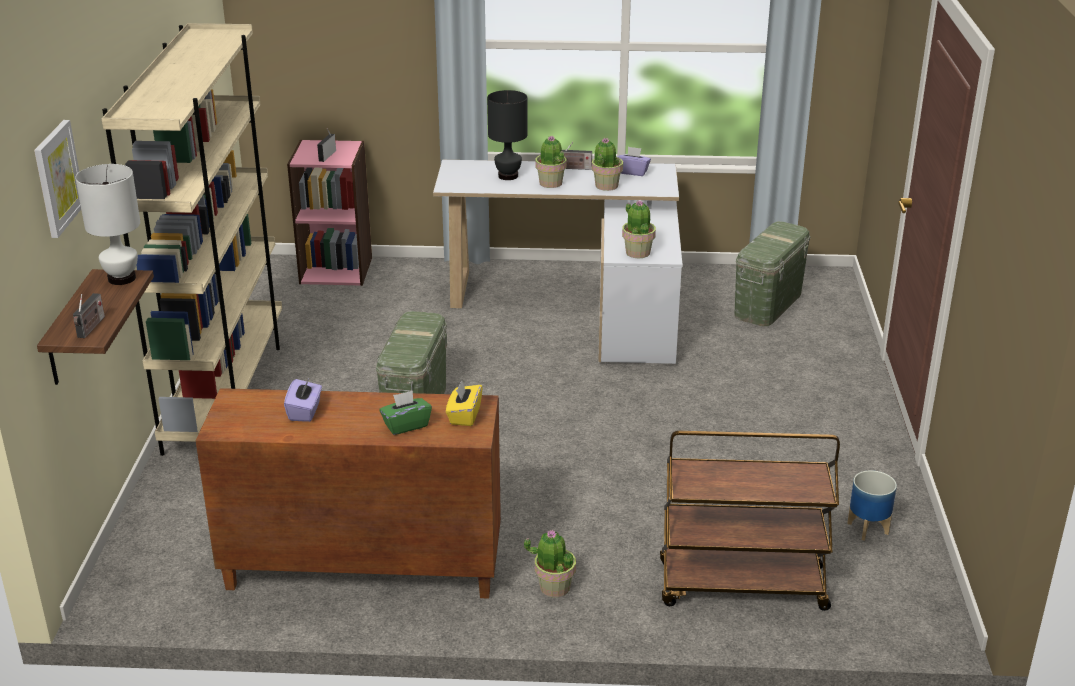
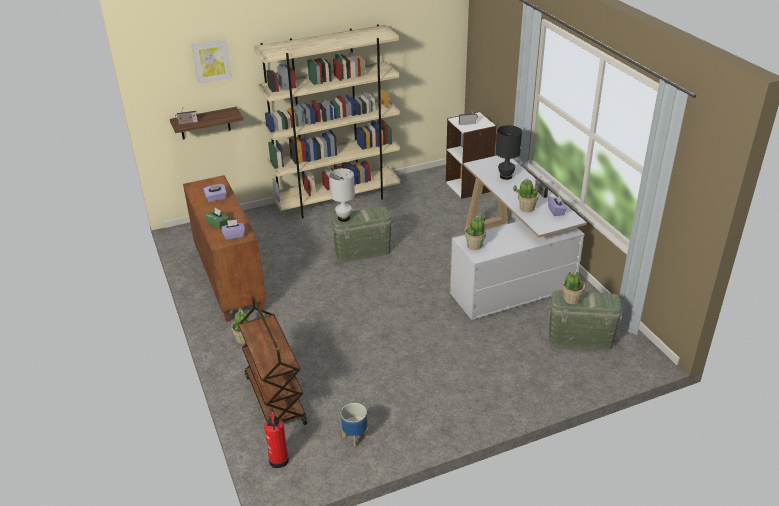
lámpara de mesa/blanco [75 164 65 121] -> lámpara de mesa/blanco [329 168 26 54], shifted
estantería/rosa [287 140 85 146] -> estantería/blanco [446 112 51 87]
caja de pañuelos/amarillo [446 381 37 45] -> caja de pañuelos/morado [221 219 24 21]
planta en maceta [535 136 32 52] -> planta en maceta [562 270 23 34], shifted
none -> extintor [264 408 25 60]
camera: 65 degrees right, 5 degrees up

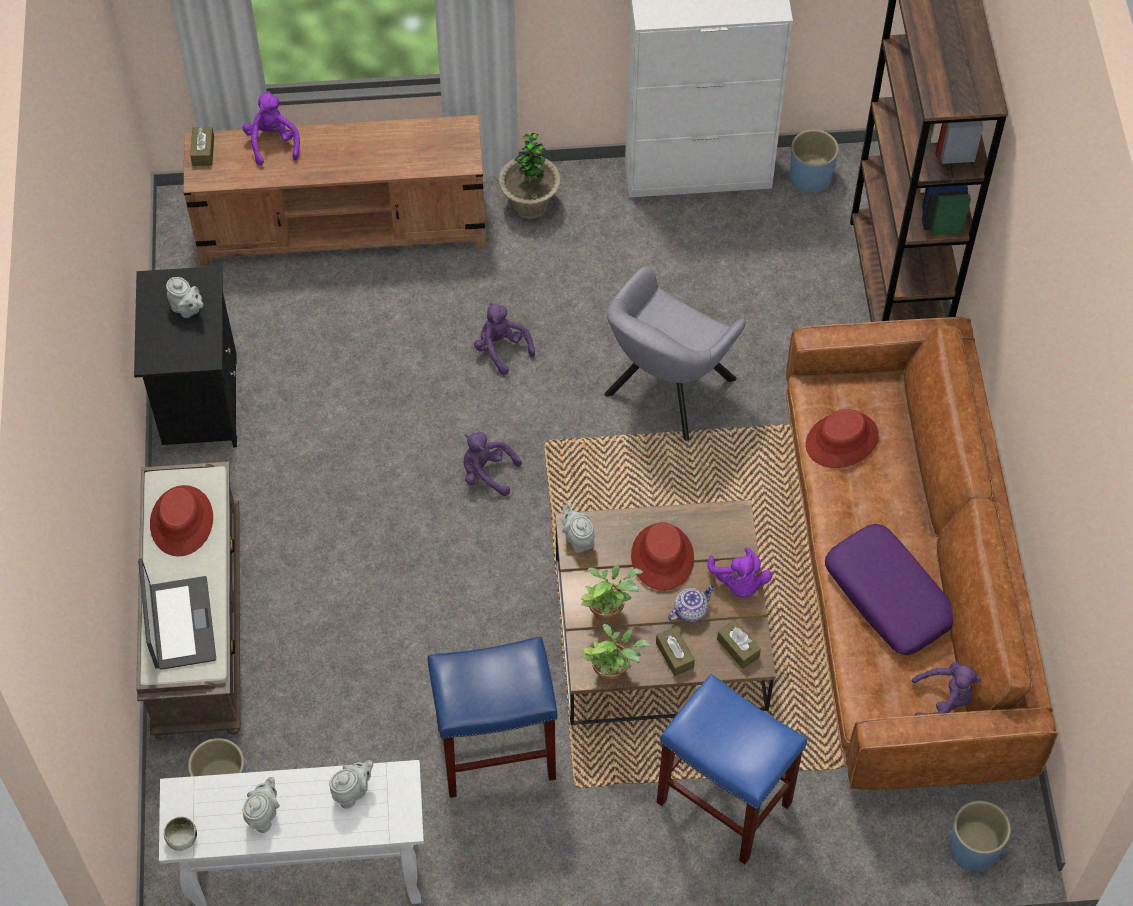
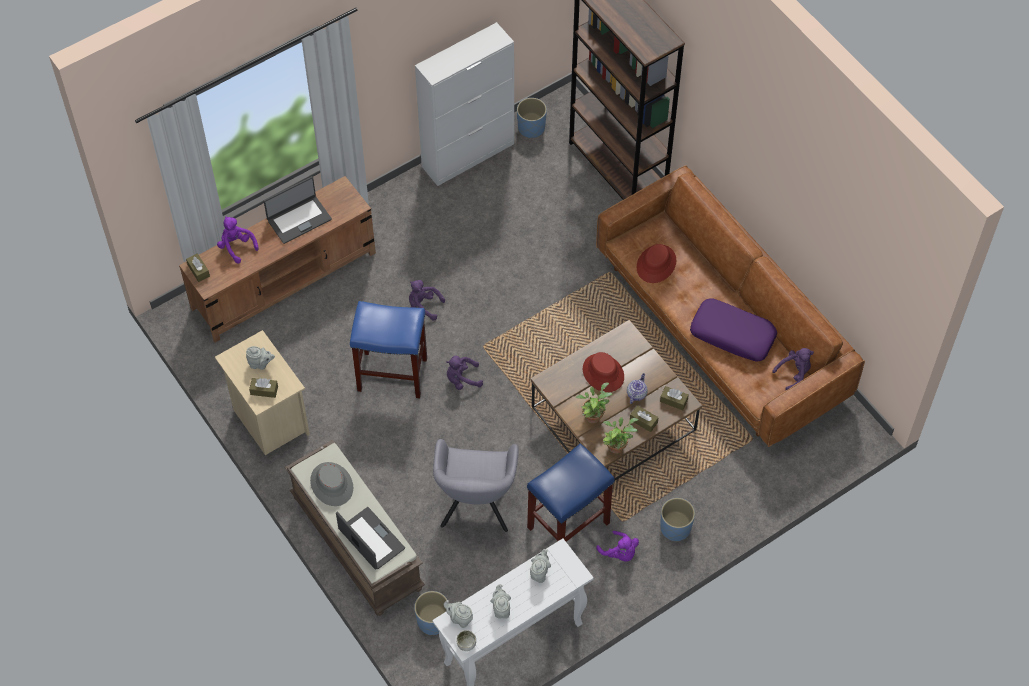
mesita de noche/negro [134 266 103 182] -> mesita de noche/beis [215 330 95 125]
sombrero/rojo [150 485 63 71] -> sombrero/gris [310 462 43 44]
planta en maceta [498 133 63 86] -> none
tetera/gris [562 503 33 50] -> tetera/gris [444 600 29 28], shifted
sillón/gris [604 267 142 174] -> sillón/gris [433 439 86 93], shifted
taburete/azul [657 674 150 190] -> taburete/azul [350 301 77 97], shifted
peluche/morado [707 547 65 51] -> peluche/morado [596 531 43 31], shifted
maceta/azul [949 801 62 70] -> maceta/azul [660 498 35 44], shifted
none -> caja de pañuelos/marrón [249 378 29 20]
none -> portátil [264 176 68 68]
camera: 30 degrees left, 0 degrees up

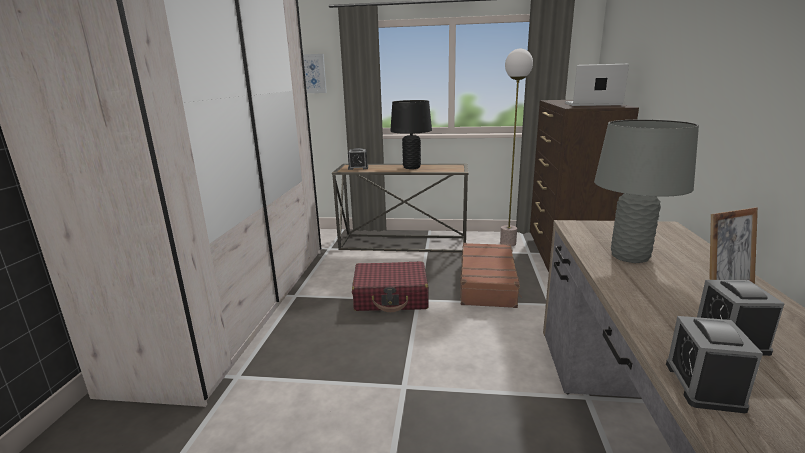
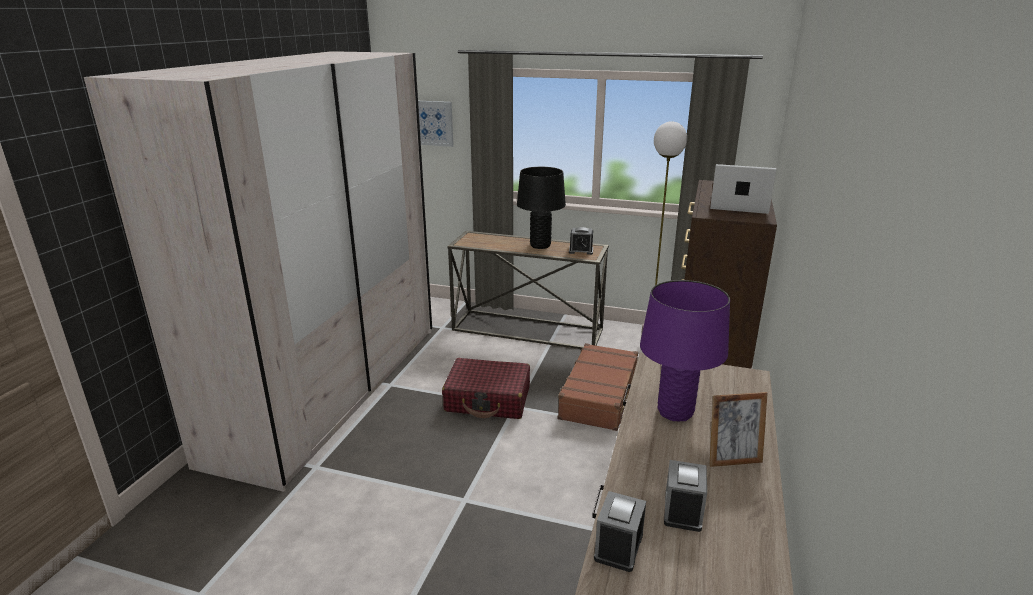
despertador [348 148 20 22] -> despertador [569 227 24 28], shifted
lámpara de mesa/gris [594 120 105 143] -> lámpara de mesa/morado [640 280 90 141]
camera: 10 degrees right, 5 degrees up

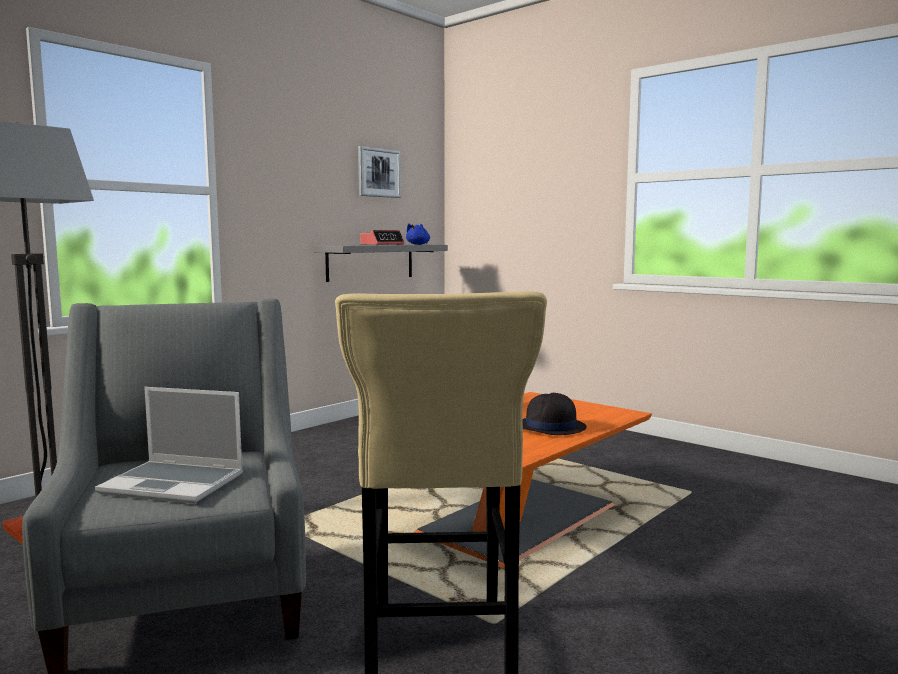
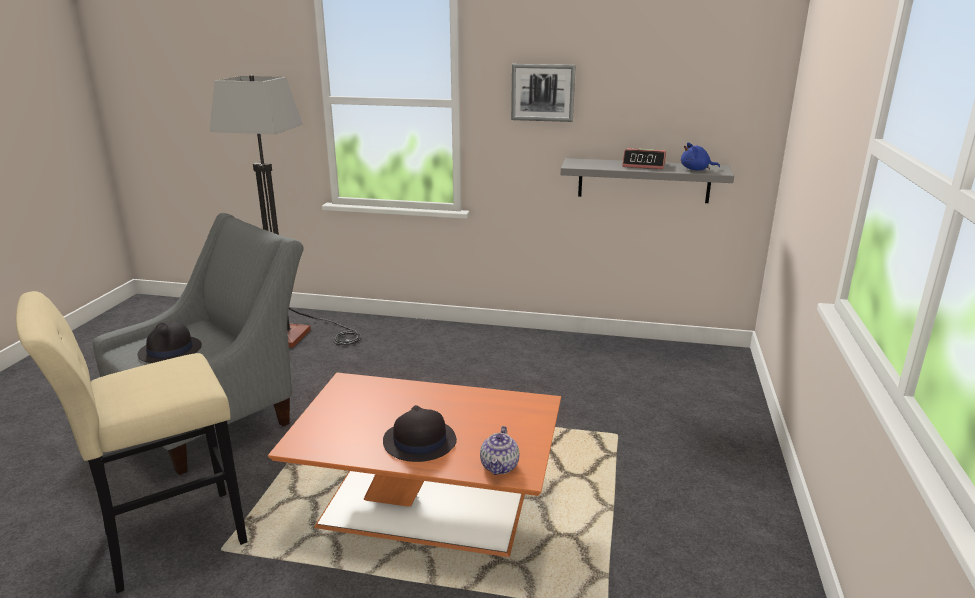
portátil [95 387 148 117] -> sombrero/negro [137 321 65 42]
cuadro [358 146 43 52] -> cuadro [511 64 65 58], shifted
none -> tetera [480 426 39 49]
camera: 60 degrees right, 15 degrees up

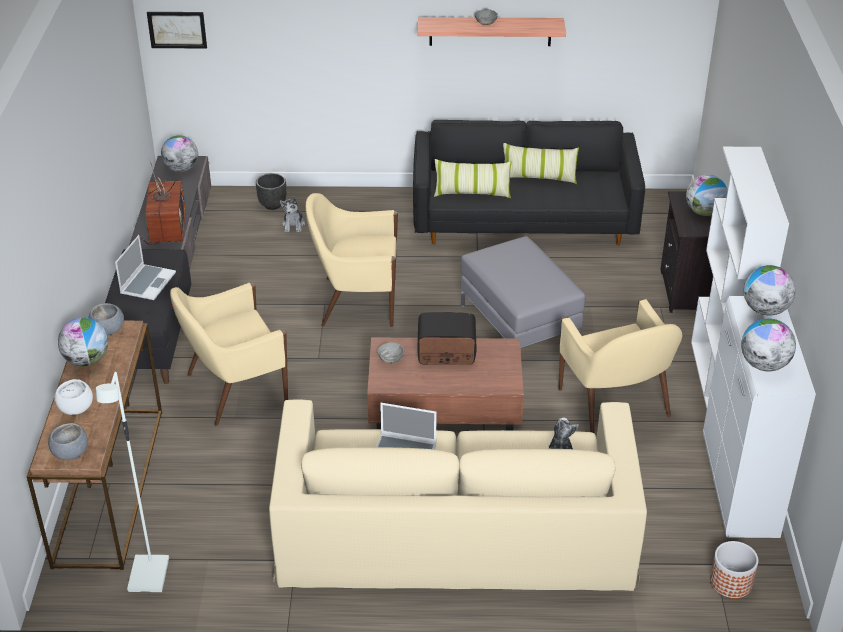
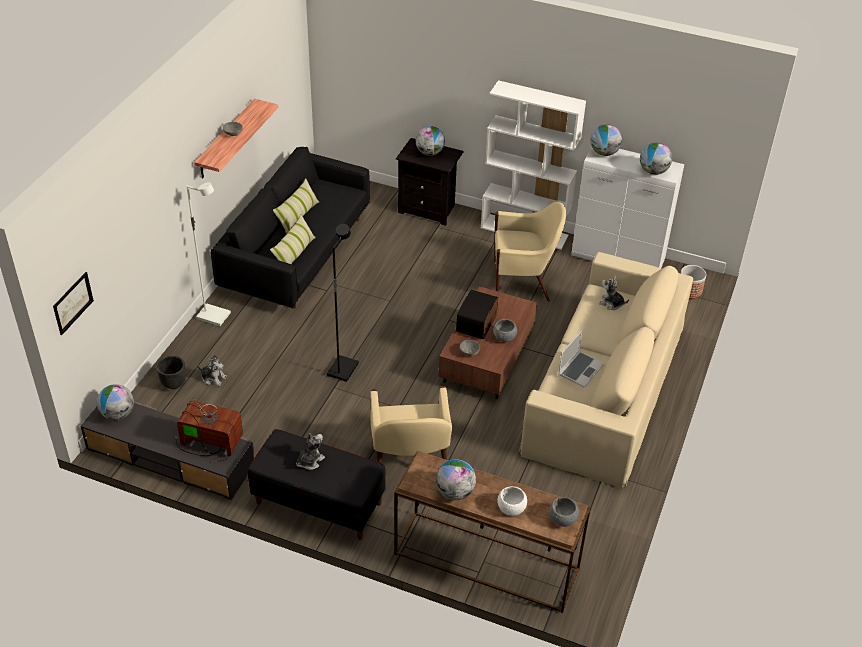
cuenco/gris [88 303 36 33] -> cuenco/gris [493 319 24 23], shifted
lámpara de pie/blanco [96 372 73 220] -> lámpara de pie/blanco [186 182 45 144], shifted
portátil [115 235 61 65] -> peluche [296 433 29 37]
sillón/beis [305 193 93 134] -> lámpara de pie/negro [327 224 32 158]
puf/gris [461 236 125 112] -> none
camera: 70 degrees left, 5 degrees up

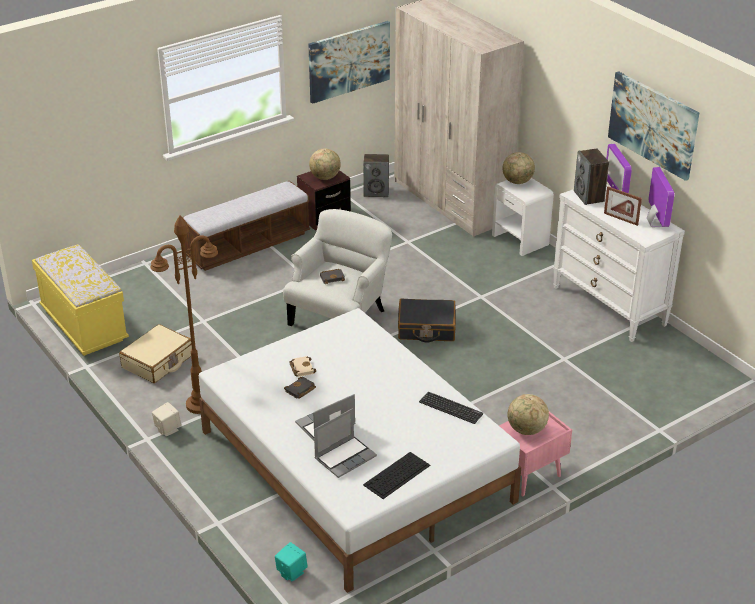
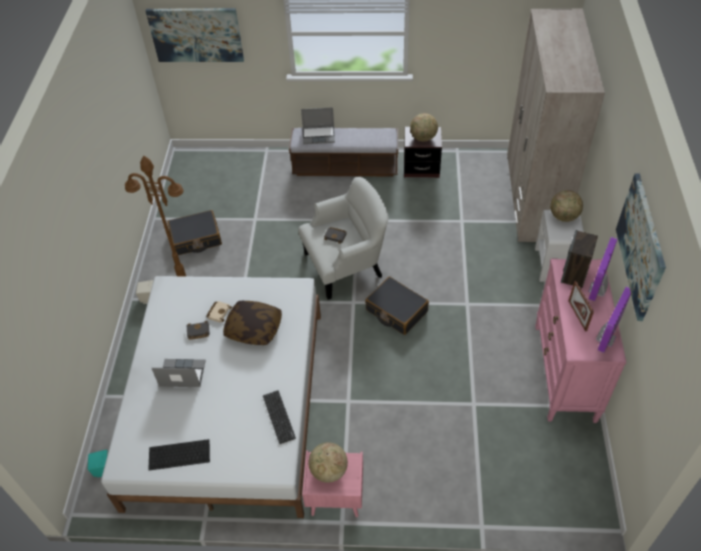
banco/amarillo [32 245 97 111] -> none
maleta/beis [119 324 73 59] -> maleta/negro [167 210 55 45]
cuadro [308 21 82 83] -> cuadro [145 8 99 54], shifted
portátil [314 408 63 70] -> portátil [301 107 34 37], shifted
altavoz [363 154 26 43] -> none
cómoda/blanco [553 185 132 157] -> cómoda/rosa [535 259 91 164]
none -> cojín [223 301 59 44]
camera: 40 degrees right, 15 degrees up

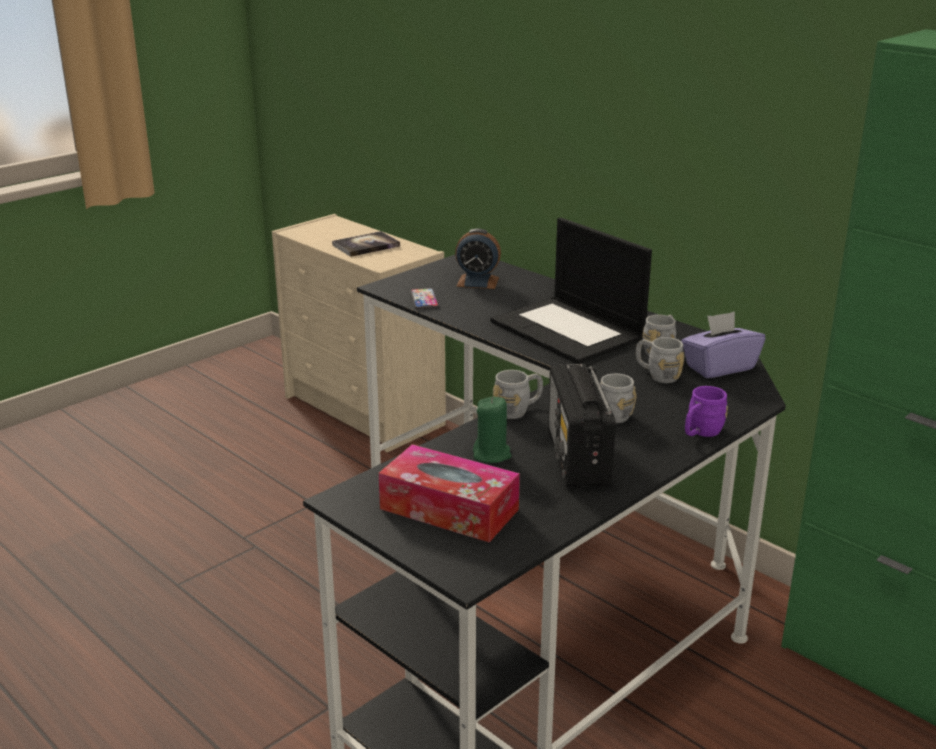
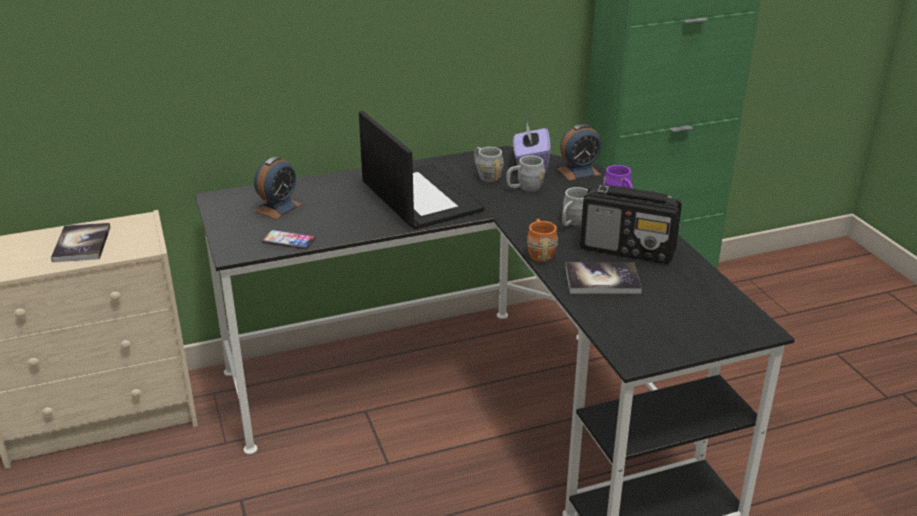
caja de pañuelos [379 444 141 98] -> none
vela/verde [473 397 39 66] -> libro [565 262 77 32]
portátil [491 218 161 146] -> portátil [359 111 126 118], 105 degrees counterclockwise
taza grande/gris [493 370 50 49] -> taza grande/naranja [527 219 31 43]
none -> despertador [557 124 44 57]
camera: 65 degrees left, 5 degrees up

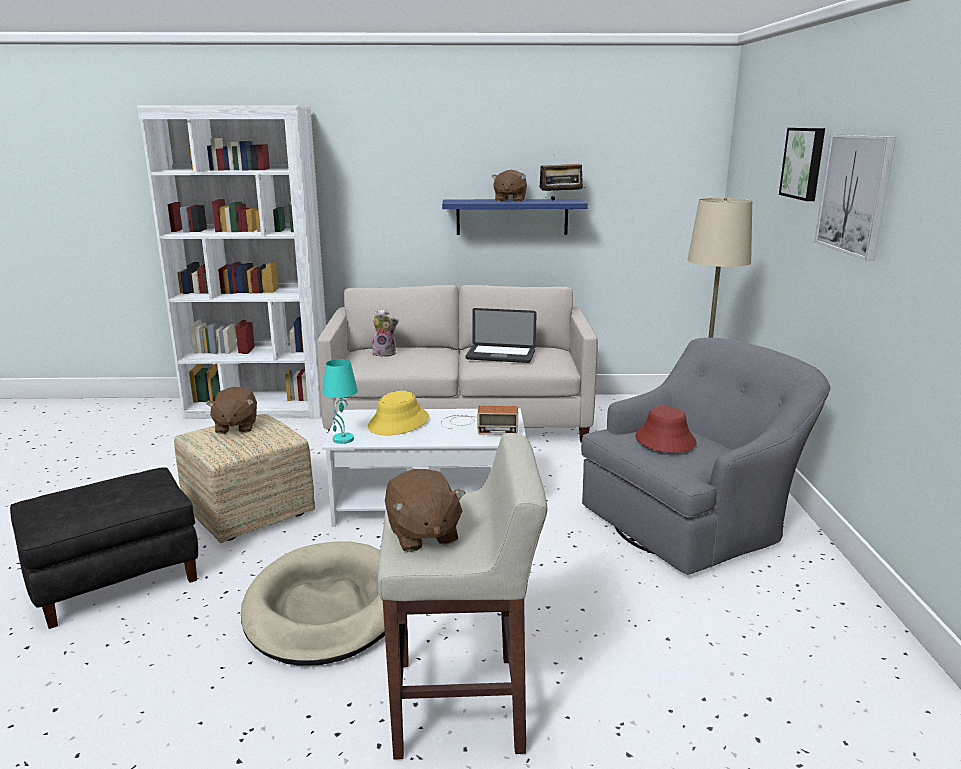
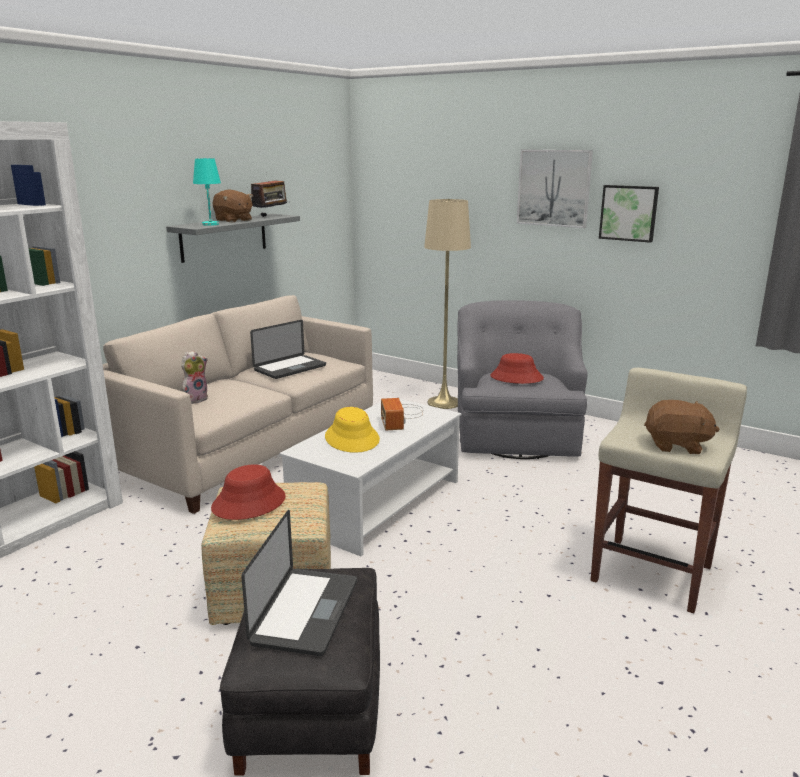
peluche/marrón [207 387 50 47] -> sombrero/rojo [211 464 75 56]
cama para perro/beis [241 541 144 125] -> none
lámpara de mesa/turquesa [322 359 36 85] -> lámpara de mesa/turquesa [193 158 28 68], shifted
radio [441 405 77 30] -> radio [381 398 43 33], 135 degrees clockwise
estante/azul [442 199 146 36] -> estante/gris [166 214 134 49]
cuadro [779 128 46 73] -> cuadro [599 185 60 58], shifted
none -> portátil [241 510 116 146]
camera: 55 degrees left, 0 degrees up

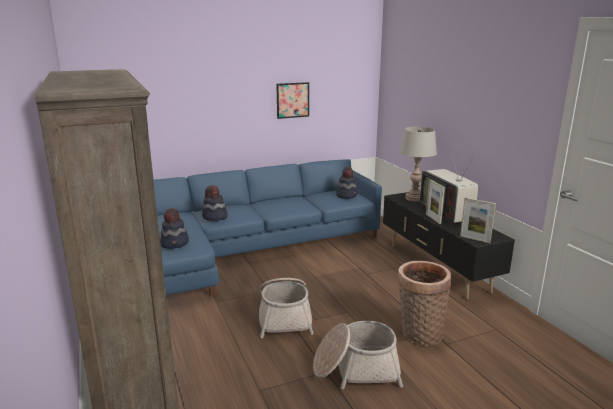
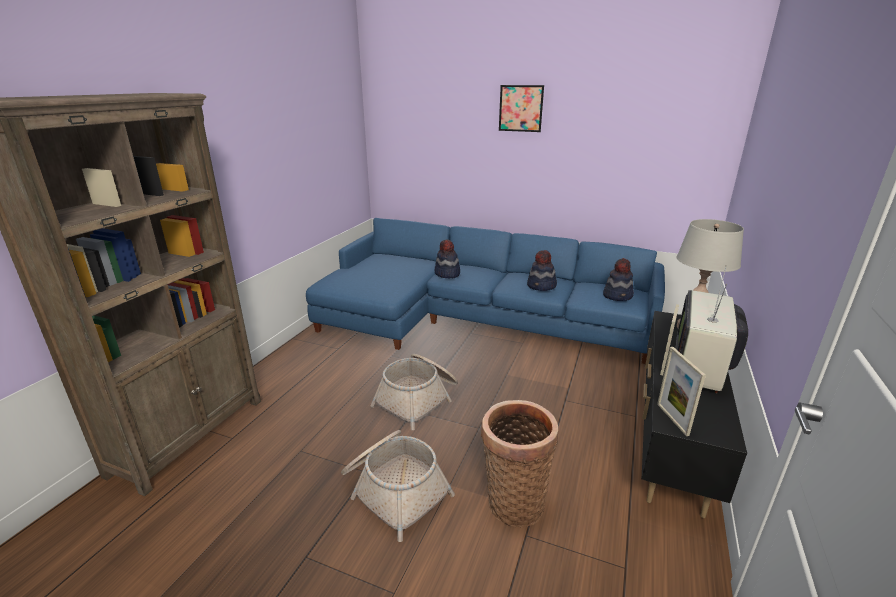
sombrero [160 208 29 41] -> sombrero [527 250 30 41], shifted
cuadro [276 82 33 37] -> cuadro [499 85 45 47], shifted
camera: 45 degrees right, 5 degrees up

